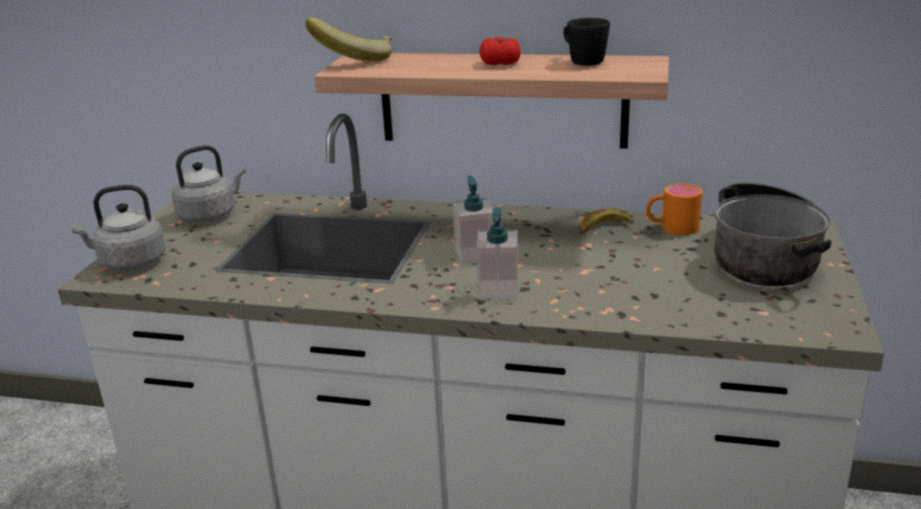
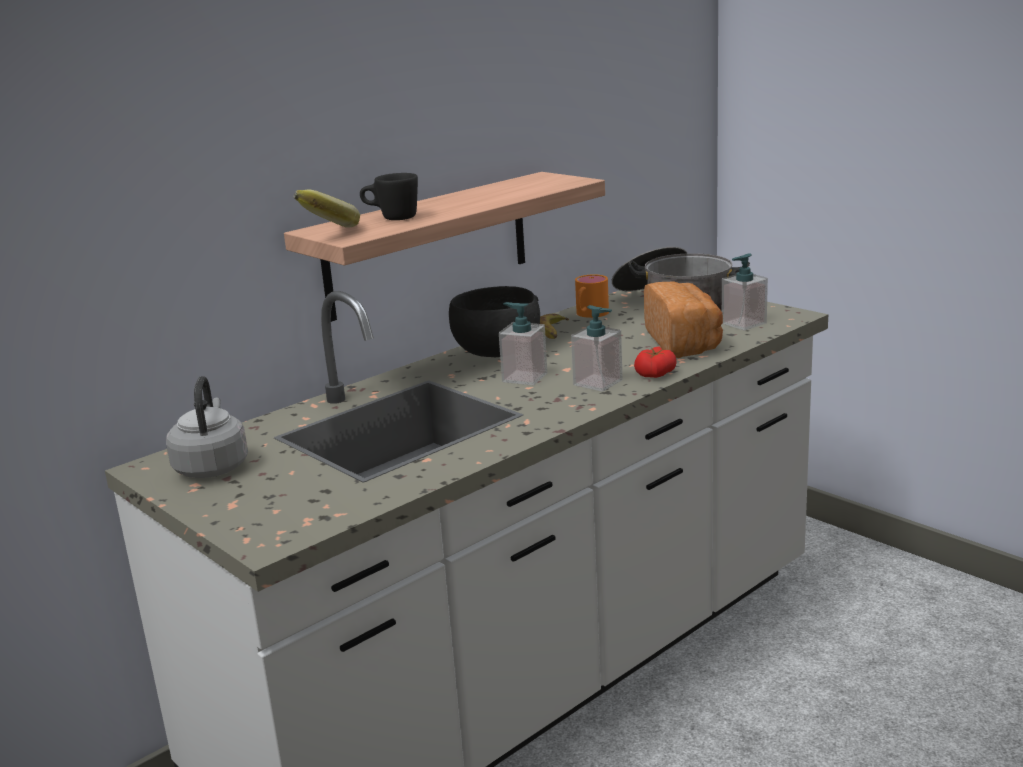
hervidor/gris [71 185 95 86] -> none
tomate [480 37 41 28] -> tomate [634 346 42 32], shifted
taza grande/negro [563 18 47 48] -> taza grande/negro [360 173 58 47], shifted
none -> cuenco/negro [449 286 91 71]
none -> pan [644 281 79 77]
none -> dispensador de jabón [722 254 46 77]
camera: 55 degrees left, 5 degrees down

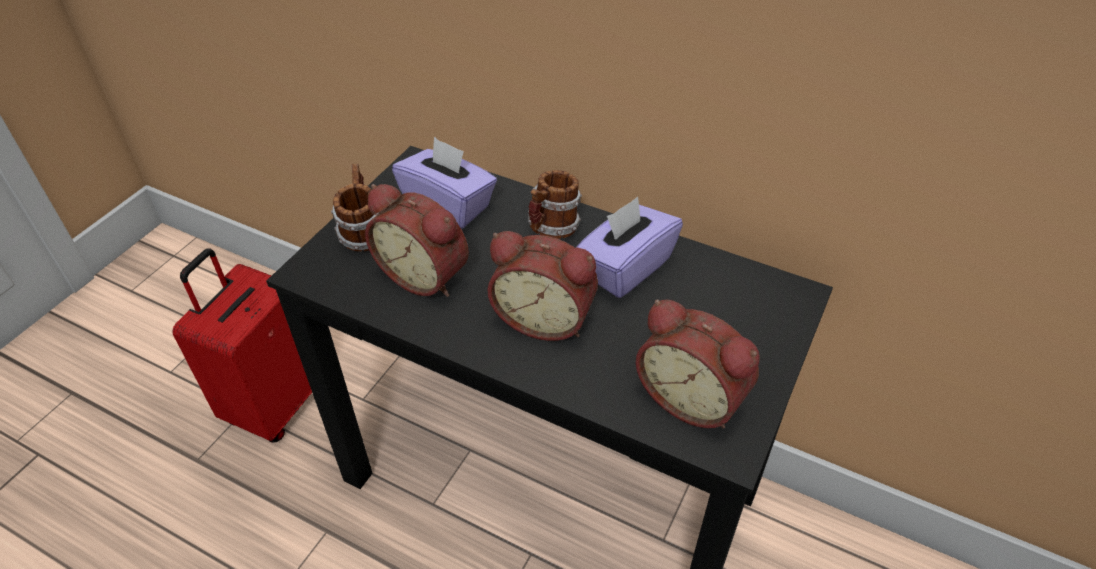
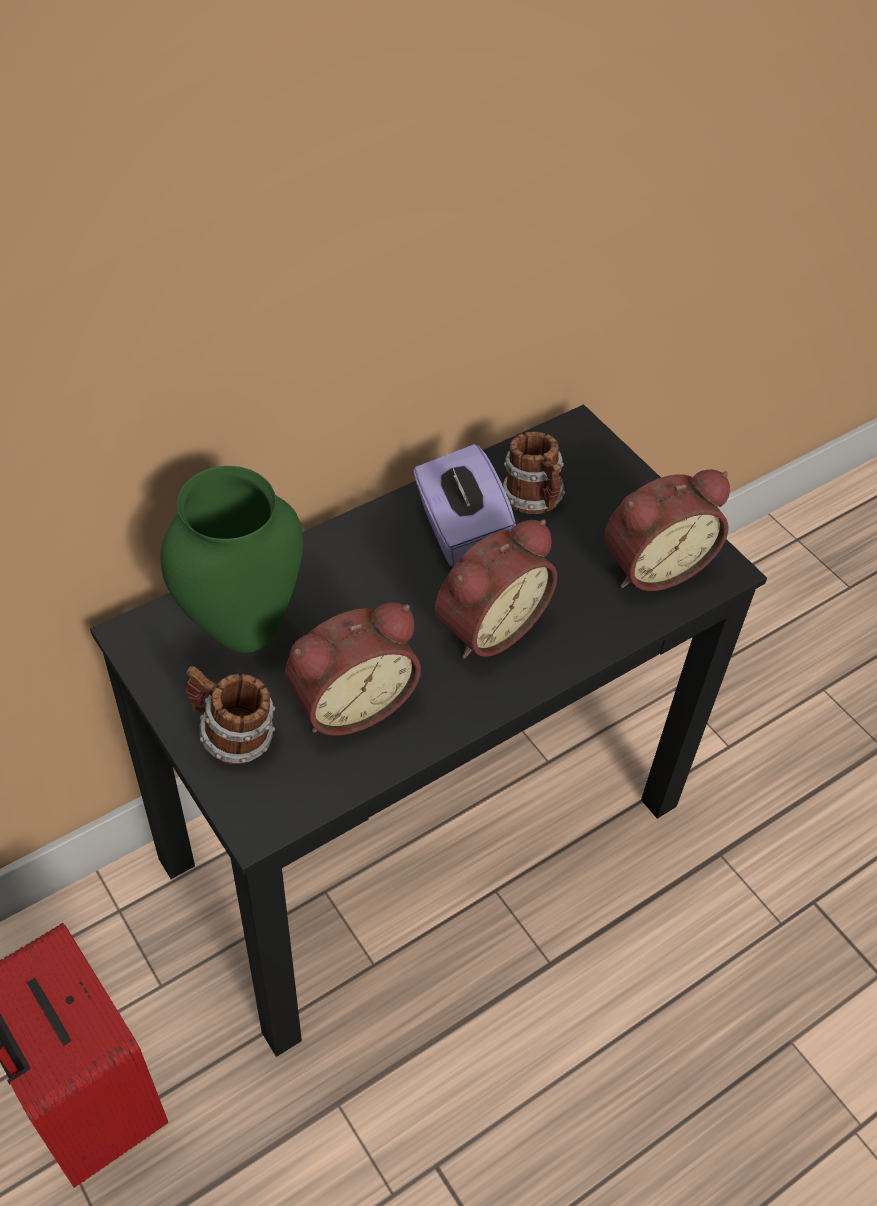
caja de pañuelos/morado [392 137 105 91] -> florero/verde [160 466 143 187]
taza grande [528 170 54 69] -> taza grande [503 432 62 82], shifted
camera: 65 degrees left, 5 degrees up

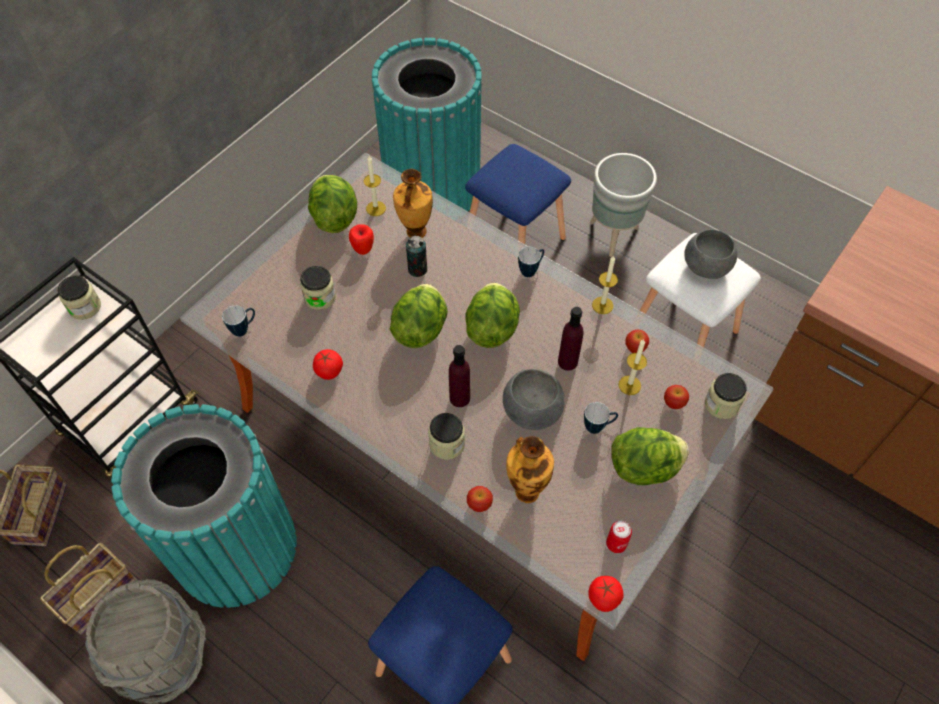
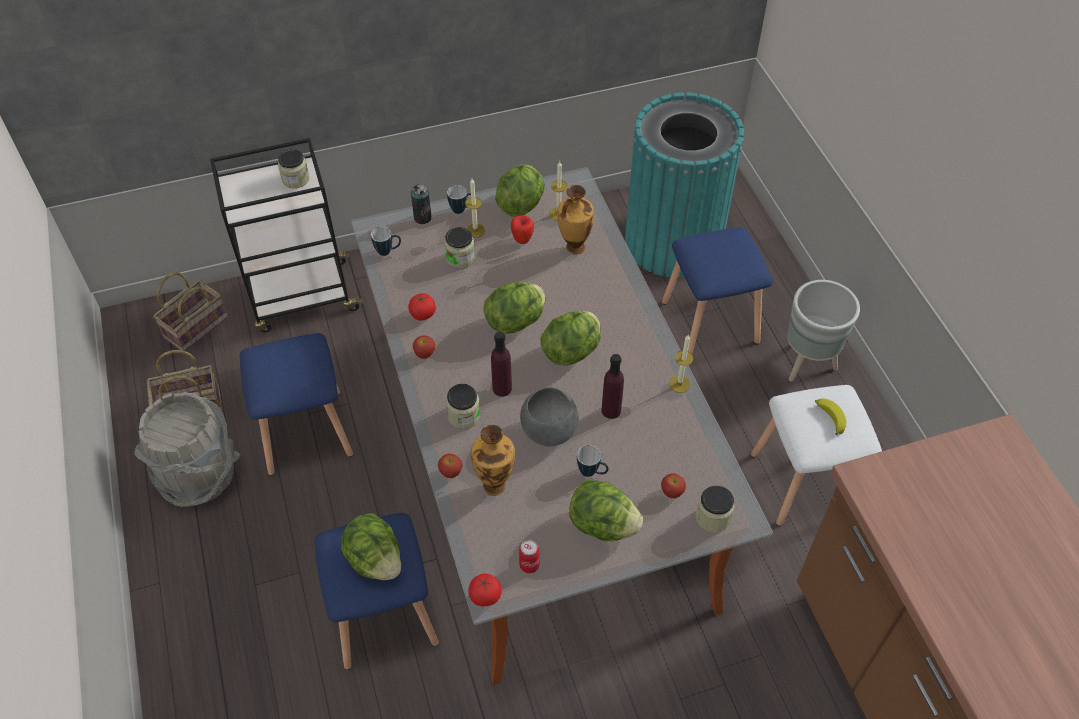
papelera/turquesa [111 404 186 204] -> taburete/azul [240 333 113 143]
lata [406 236 21 41] -> lata [411 184 20 40], shifted
taza grande [518 247 26 30] -> taza grande [447 185 24 29], shifted
vela [618 339 29 56] -> vela [465 179 20 59], shifted
manzana [625 330 24 23] -> manzana [413 336 22 23], shifted
cuenco/gris [684 229 53 50] -> plátano [815 398 31 37]
none -> lechuga [341 513 60 67]
camera: 35 degrees right, 5 degrees down

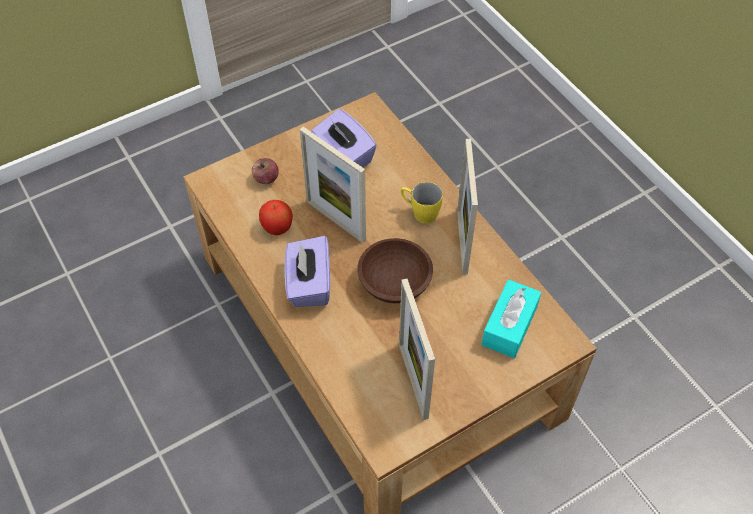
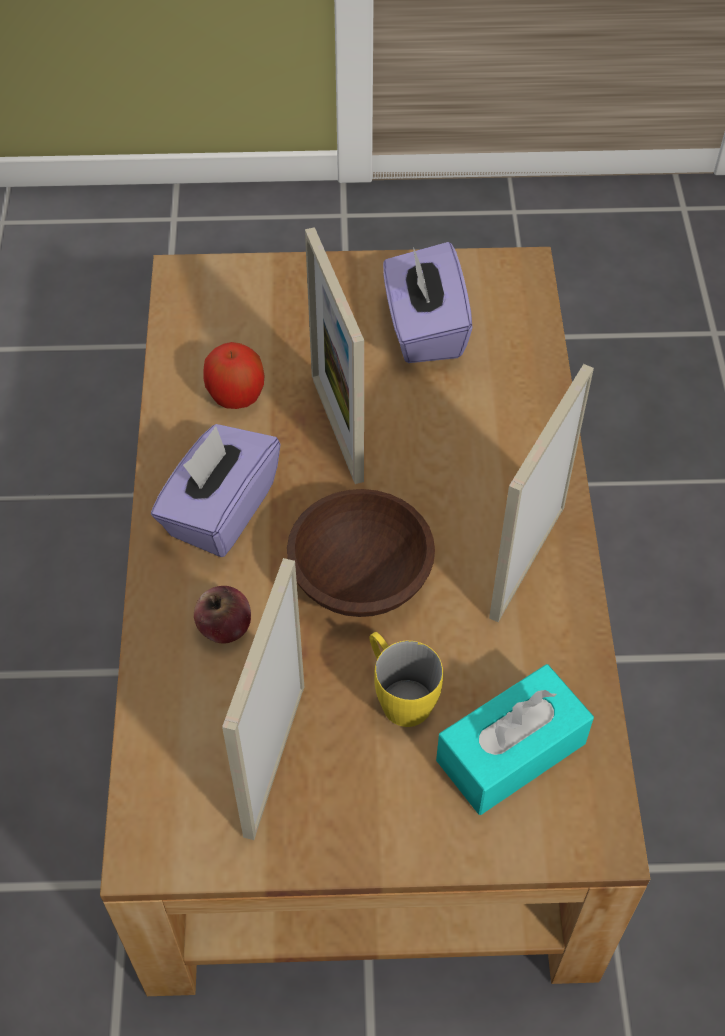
manzana [252 158 27 26] -> manzana [194 586 57 57], shifted
taza grande/amarillo [401 182 42 42] -> taza grande/amarillo [370 632 73 95], shifted
camera: 30 degrees right, 0 degrees up

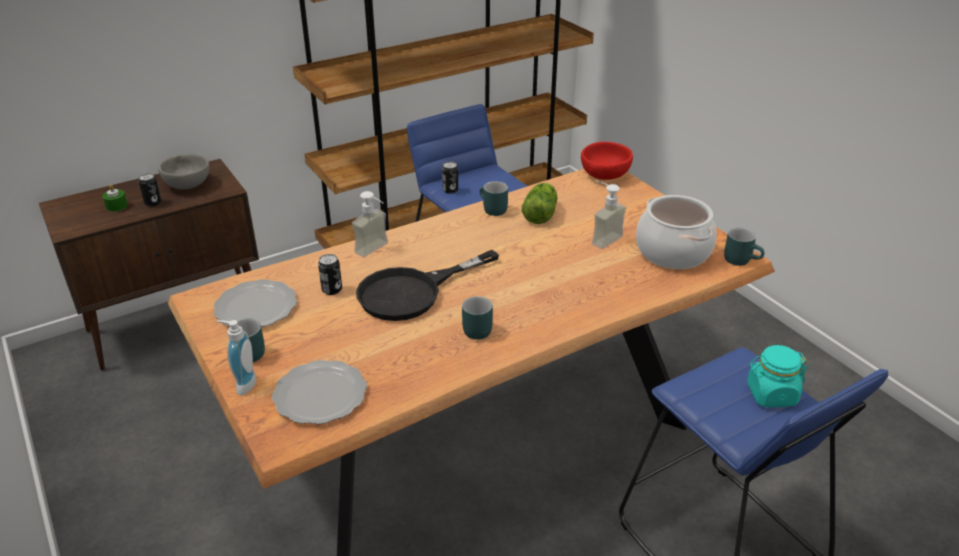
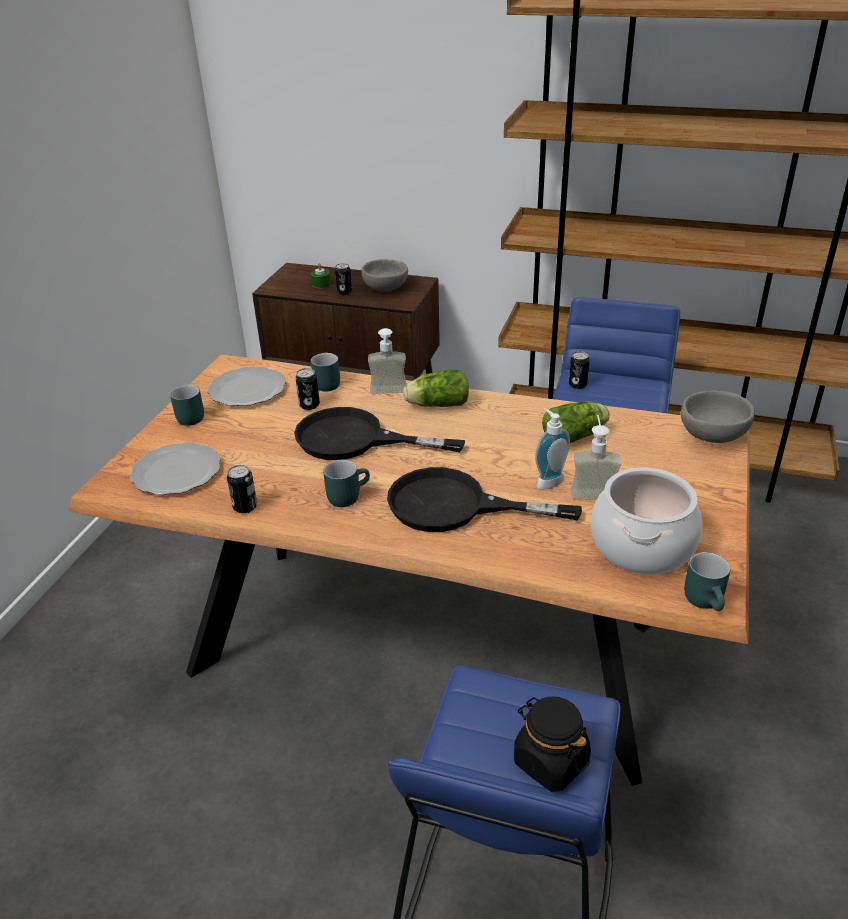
dispensador de jabón [217 320 39 76] -> dispensador de jabón [535 408 35 81], shifted
taza grande/turquesa [479 181 29 35] -> taza grande/turquesa [311 353 29 38], shifted
cuenco/rojo [581 142 52 38] -> cuenco/gris [681 391 74 52]
tarro/turquesa [747 345 60 62] -> tarro/negro [514 697 77 95]
none -> lata [227 465 30 48]
none -> sartén/negro [387 467 195 65]
none -> lechuga [403 370 66 37]
camera: 50 degrees right, 0 degrees up

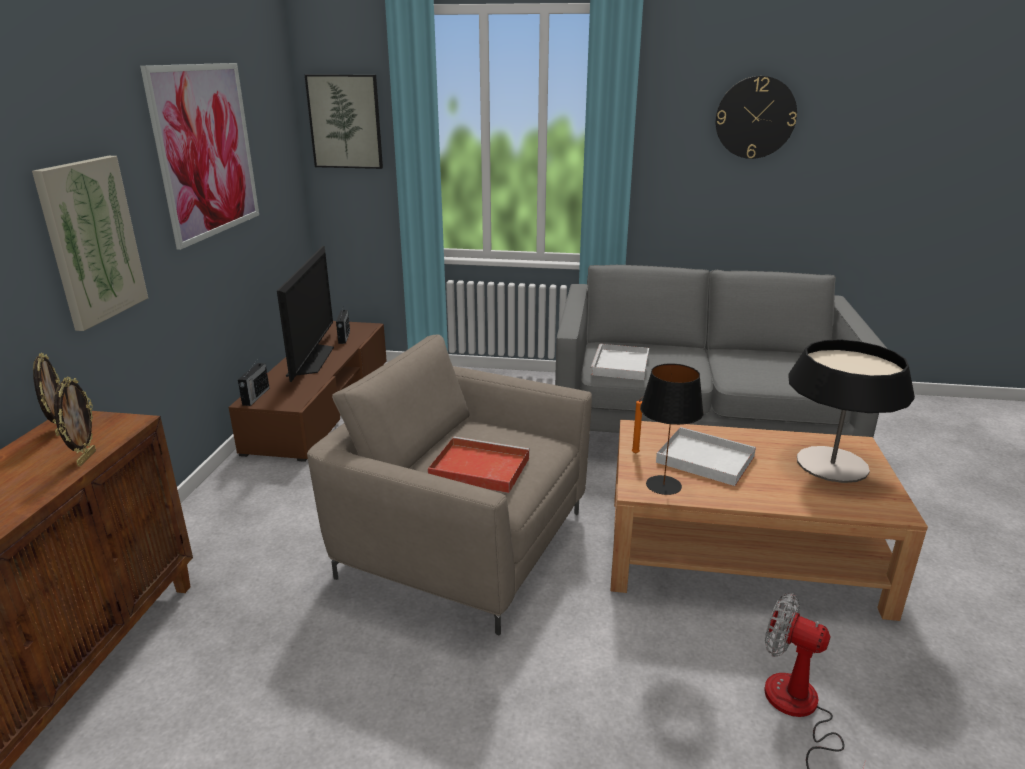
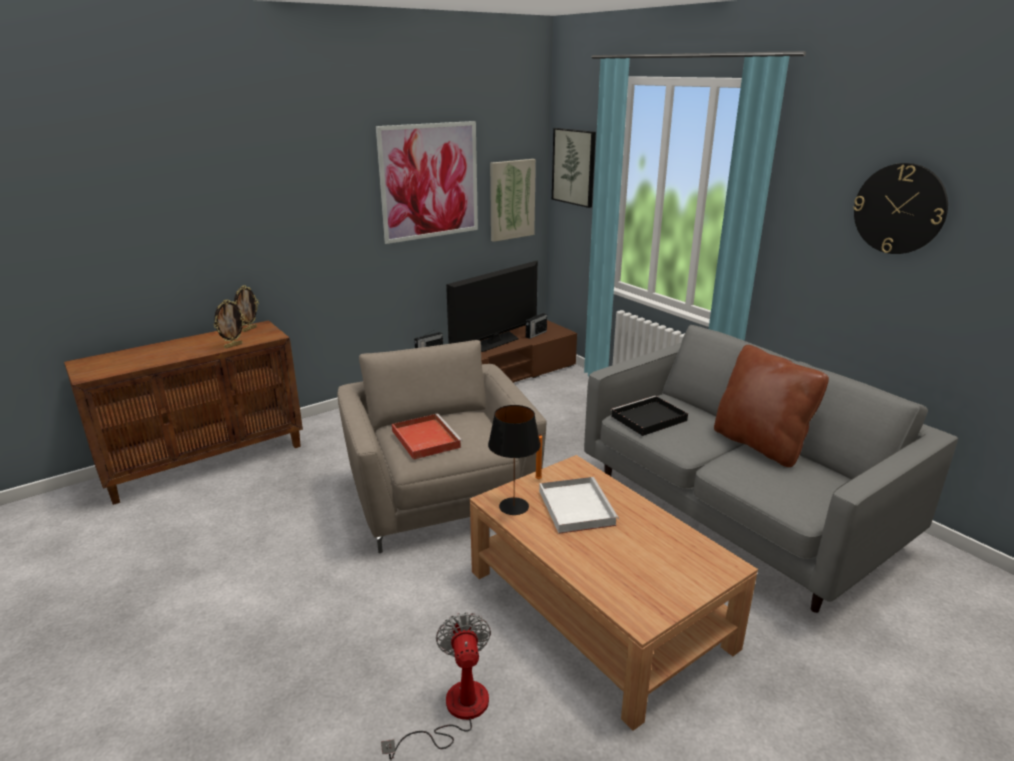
cuadro [32 156 116 175] -> cuadro [490 159 46 83], shifted
bandeja/blanco [590 344 59 36] -> bandeja/negro [611 396 77 40]
lámpara de mesa [788 339 127 144] -> none
none -> cojín/marrón [714 345 115 122]
camera: 45 degrees right, 0 degrees up

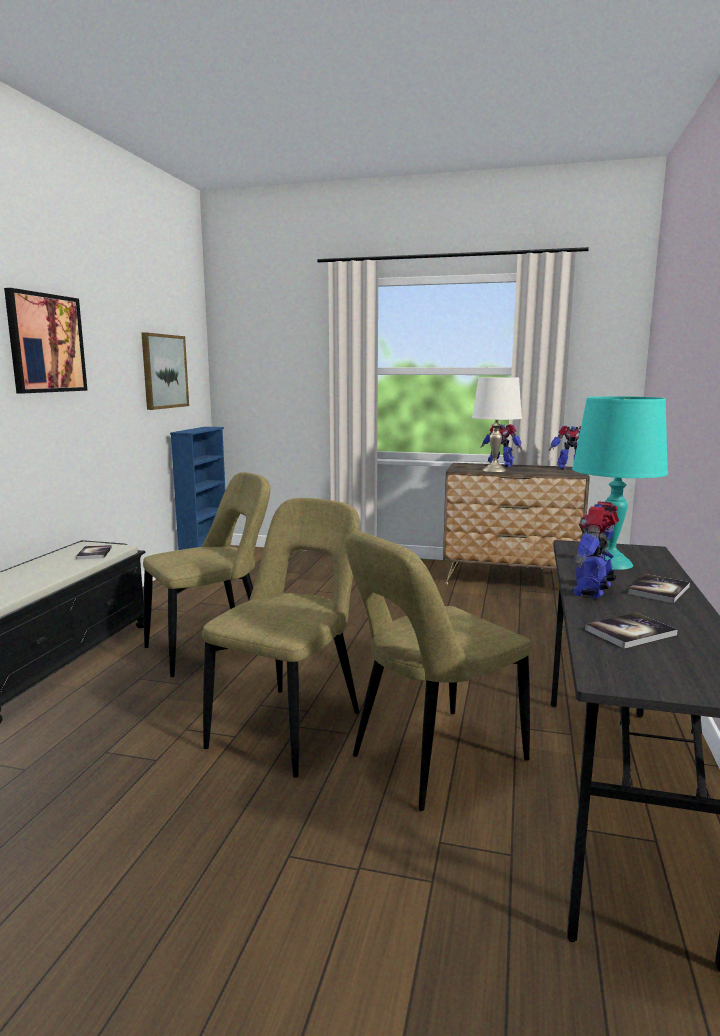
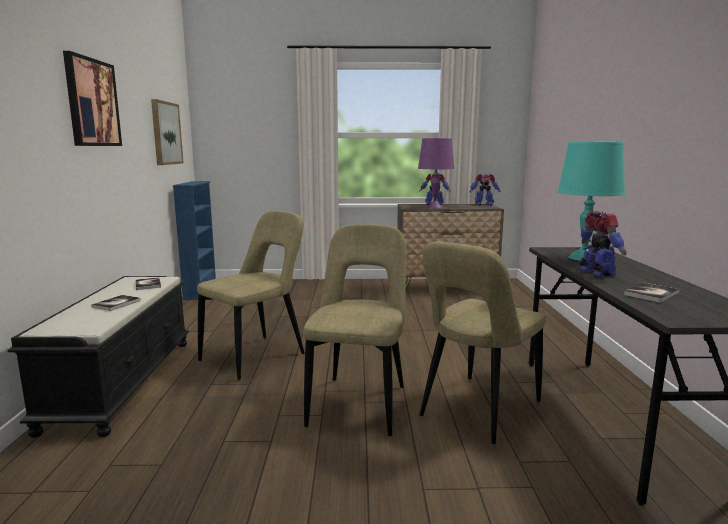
lámpara de mesa/blanco [472 377 50 95] -> lámpara de mesa/morado [418 138 36 71]
robot de juguete [572 502 47 97] -> robot de juguete [579 211 47 66], 150 degrees clockwise
libro [628 574 62 29] -> libro [91 295 50 16], shifted
camera: 15 degrees left, 0 degrees up

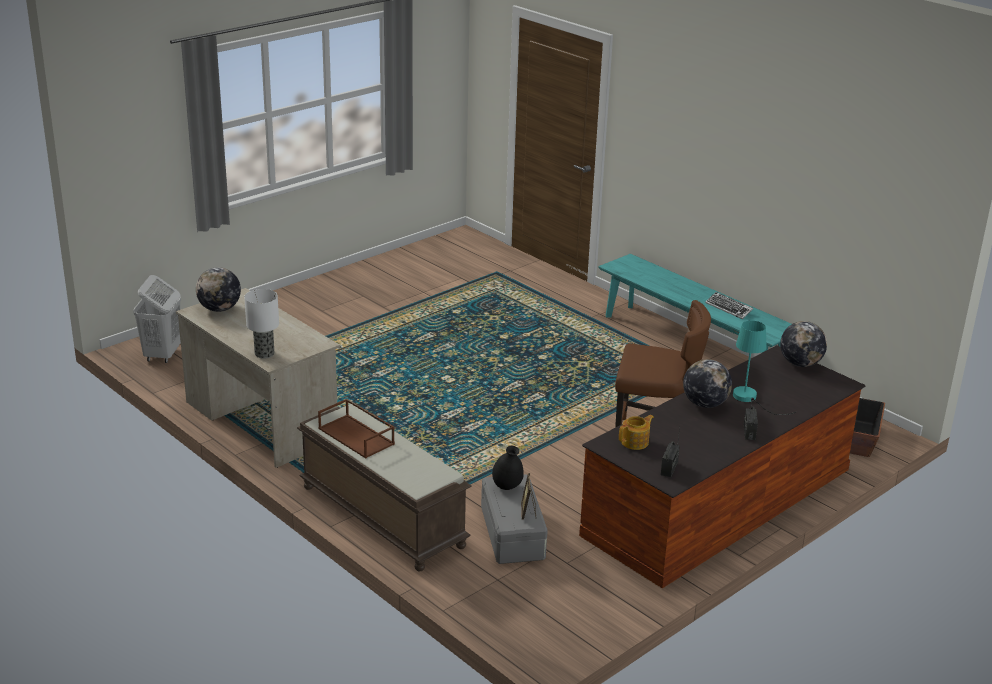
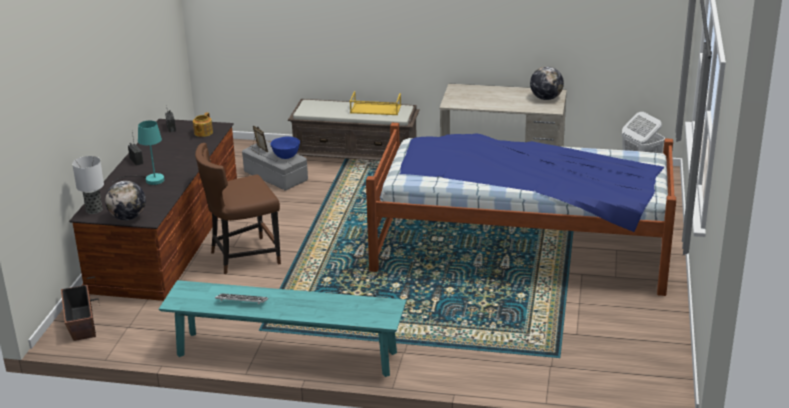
lámpara de mesa [244 289 35 70] -> lámpara de mesa [72 156 32 58], shifted
bandeja/marrón [318 399 77 59] -> bandeja/amarillo [350 91 51 24]
florero/negro [492 446 32 44] -> cuenco/azul [271 136 29 23]
globo terráqueo [683 359 49 49] -> none
none -> cama [366 123 310 173]
camera: 145 degrees right, 0 degrees up

